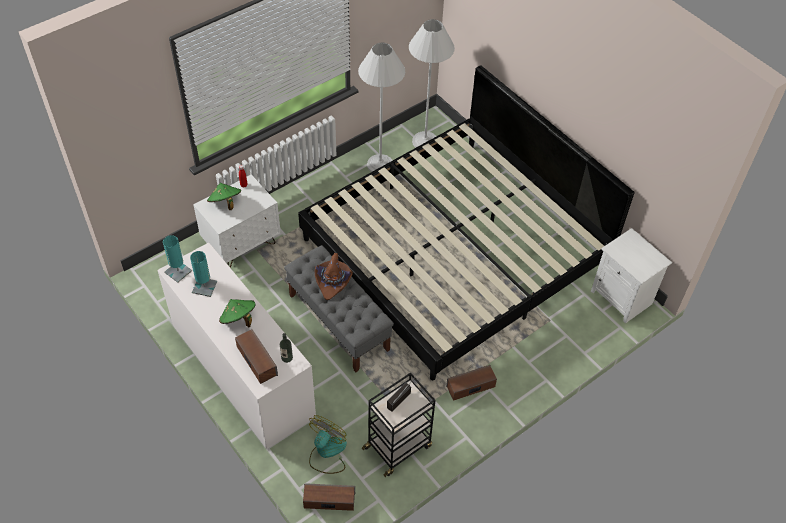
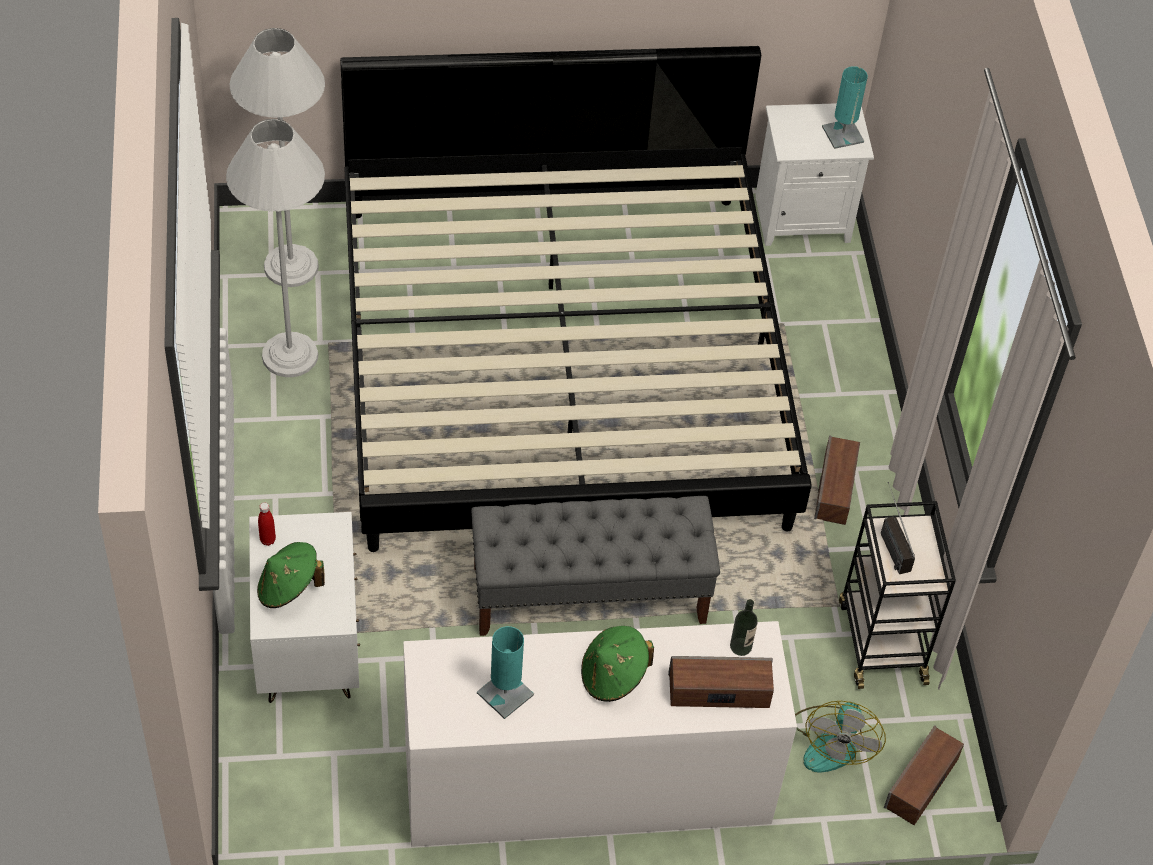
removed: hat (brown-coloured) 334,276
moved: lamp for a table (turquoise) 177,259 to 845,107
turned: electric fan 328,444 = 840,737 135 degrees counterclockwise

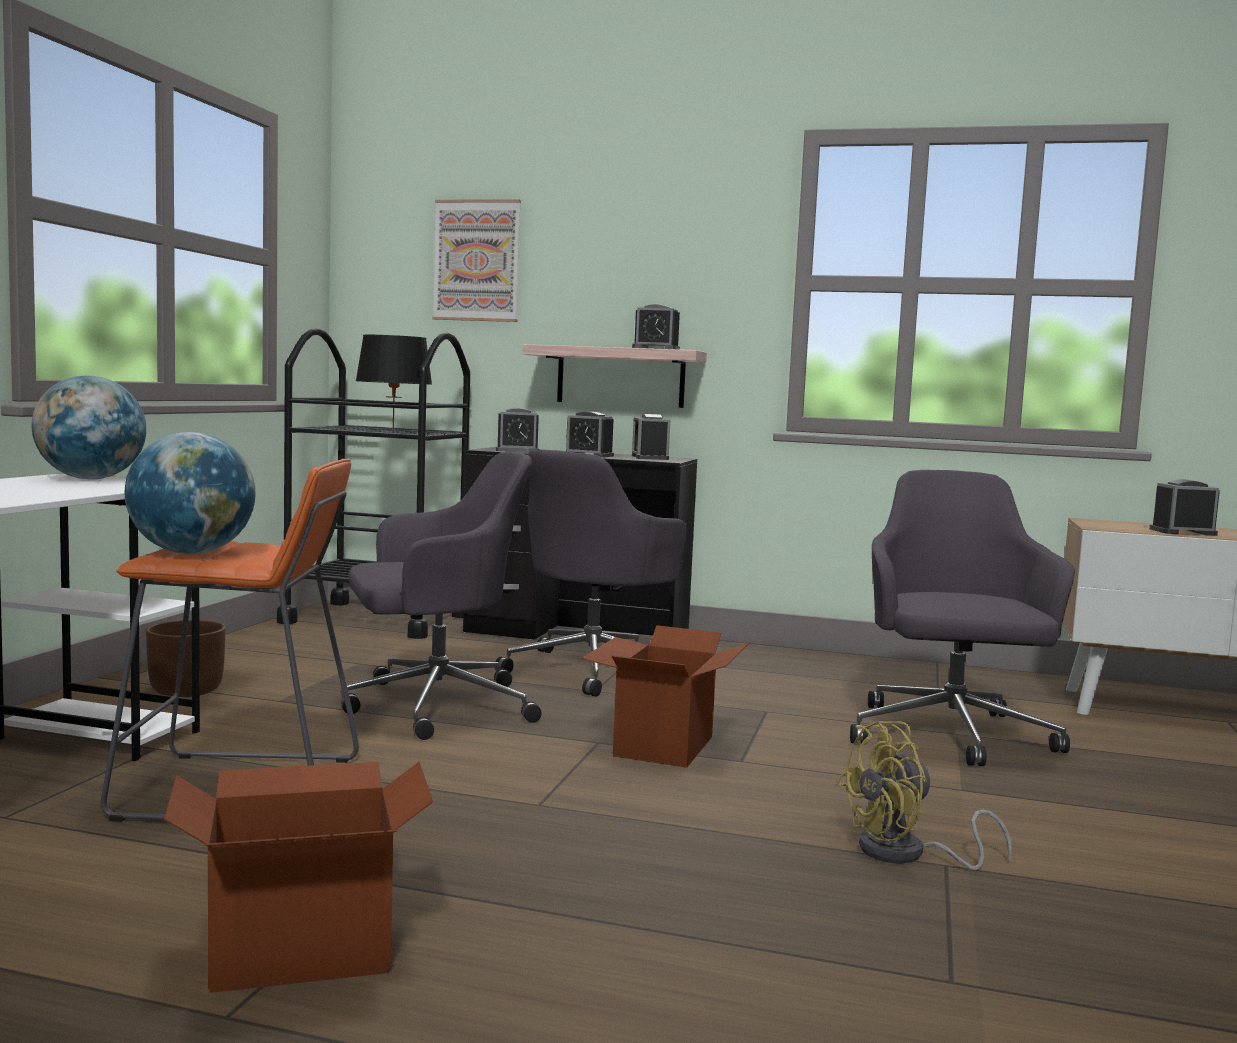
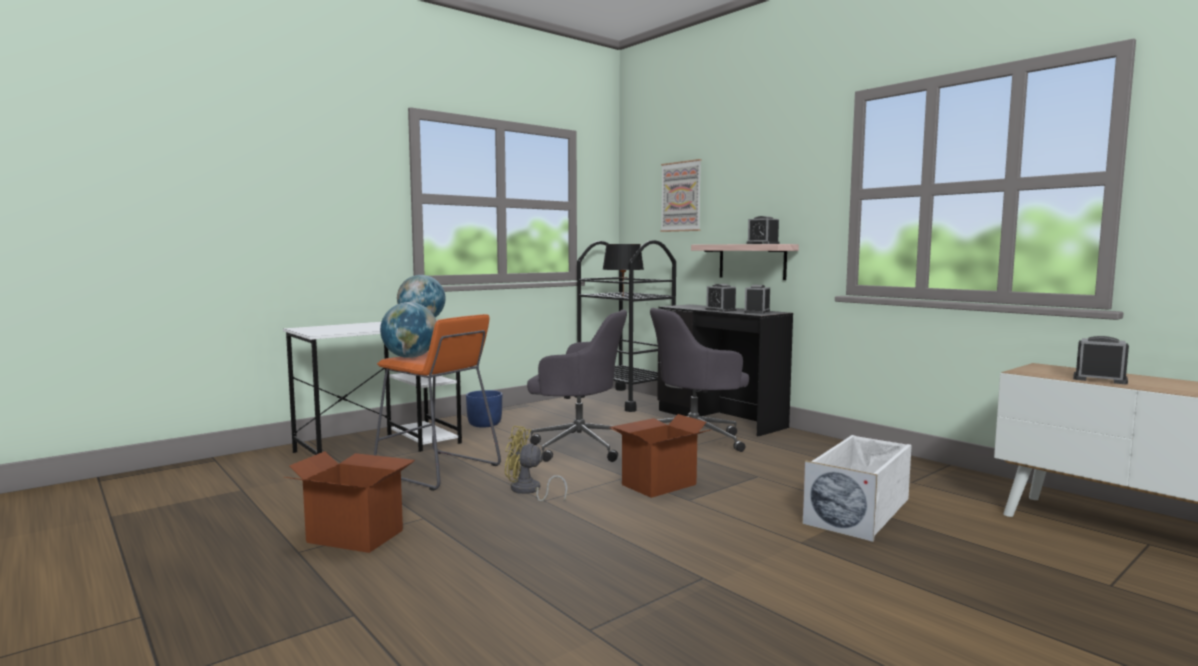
removed: table clock 517,430
moved: electric fan (yellow-coloured) 924,795 to 536,464
replaced: desk chair (gray) 962,618 to storage box (white) 857,488
recoloured: planter (brown-coloured) 186,658 to planter (blue-coloured) 484,409

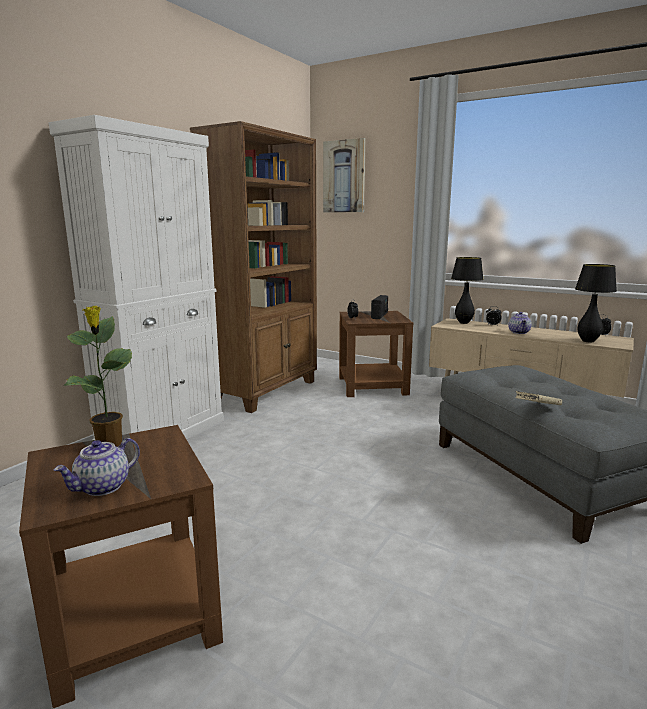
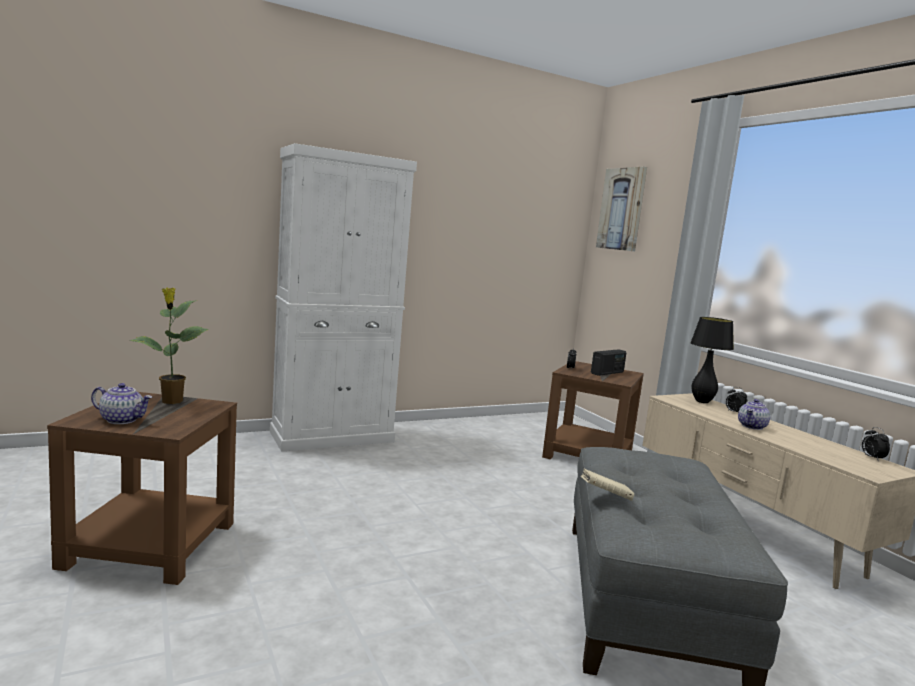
removed: shelving unit (brown-coloured) 253,267; lamp for a table (blackish) 596,303
turned: teapot 97,467 = 121,403 150 degrees counterclockwise

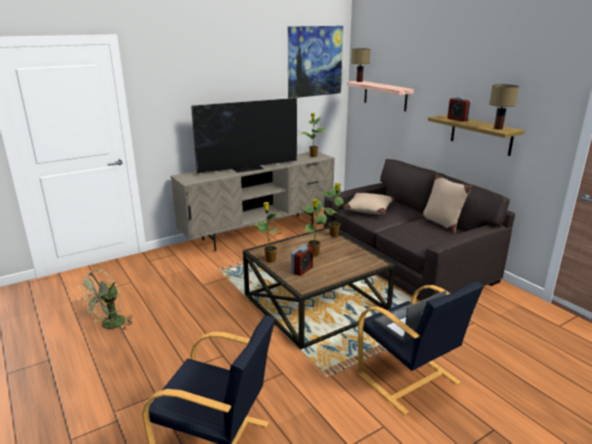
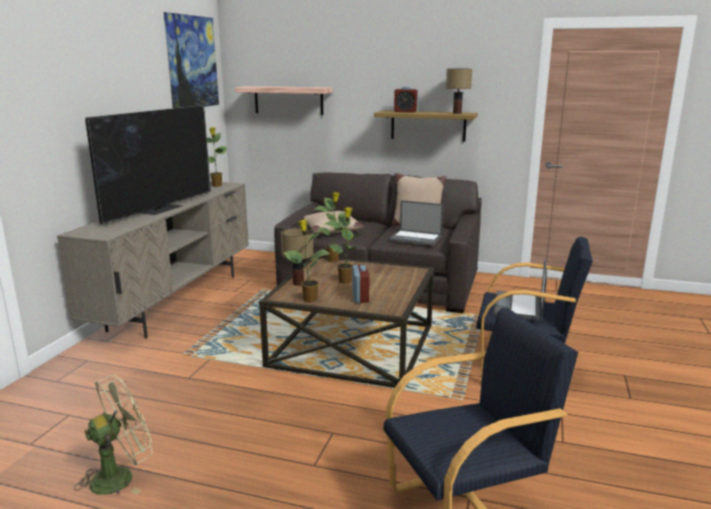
added: portable computer 416,223
moved: lamp for a table 360,65 to 297,256
turned: electric fan (green) 105,299 = 113,435 120 degrees counterclockwise

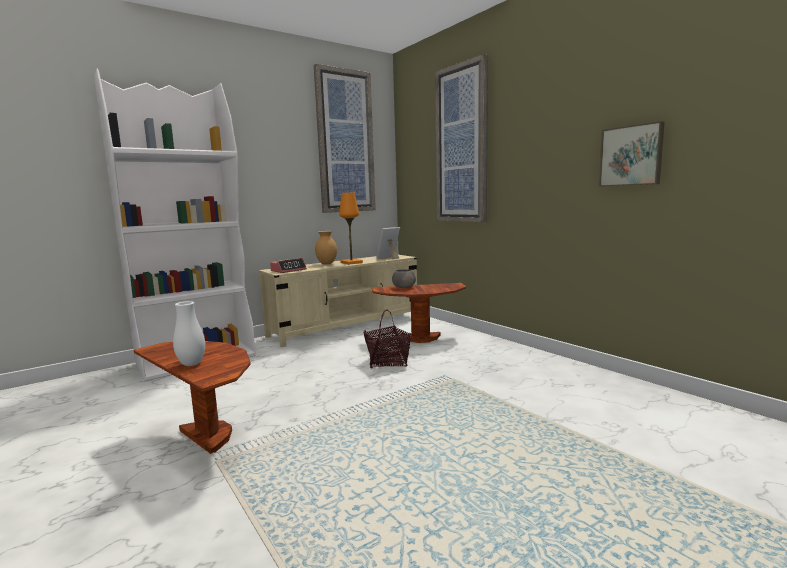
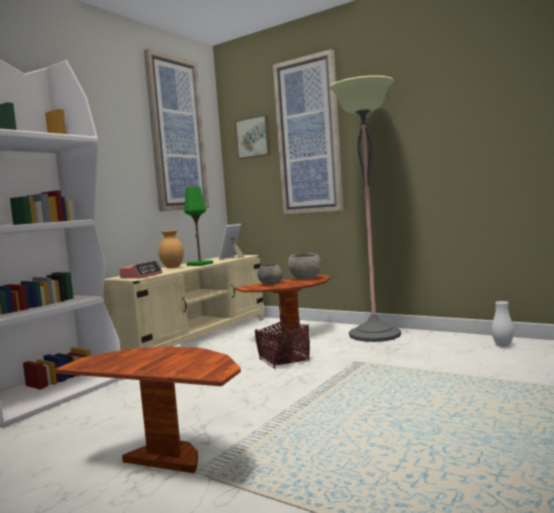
added: standard lamp 365,208; bowl (gray) 304,266
moved: wall picture 632,154 to 253,137; flower vase (white) 189,333 to 502,324
recoloured: lamp for a table (orangey) 351,229 to lamp for a table (green) 198,226

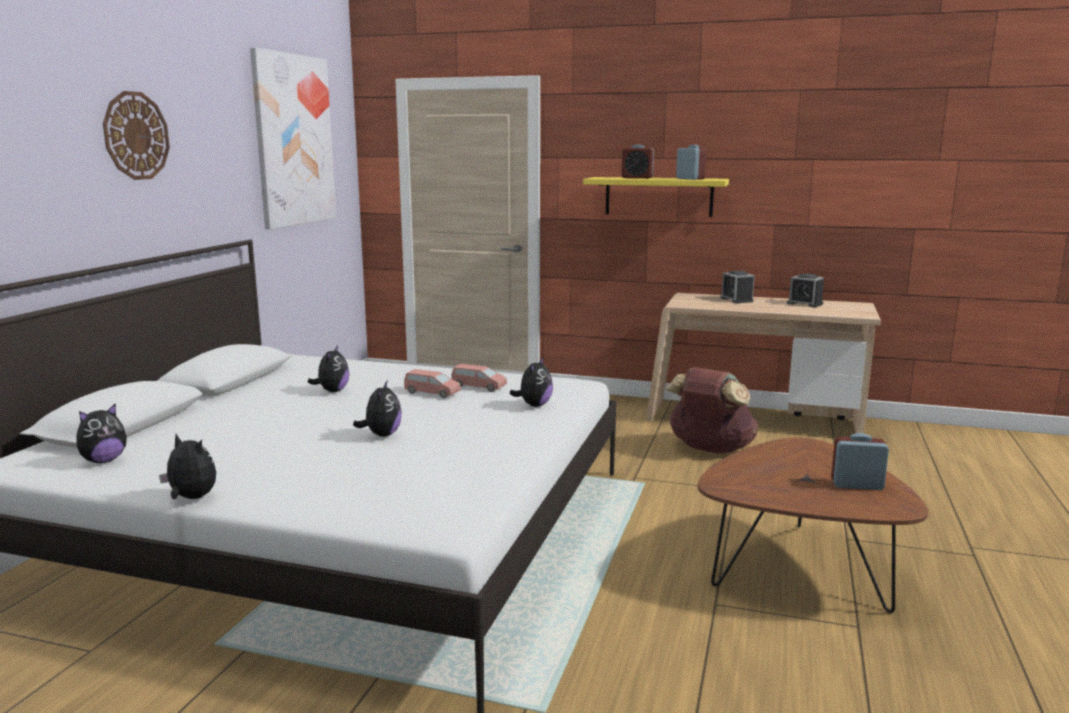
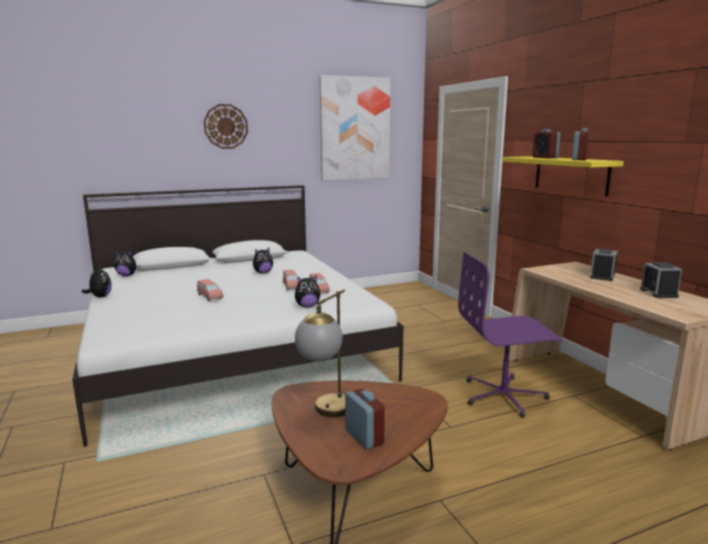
added: lamp for a table 320,353
replaced: backpack (brown-coloured) 712,410 to desk chair (purple) 510,335; plush toy 377,409 to toy car (pinkish) 210,290

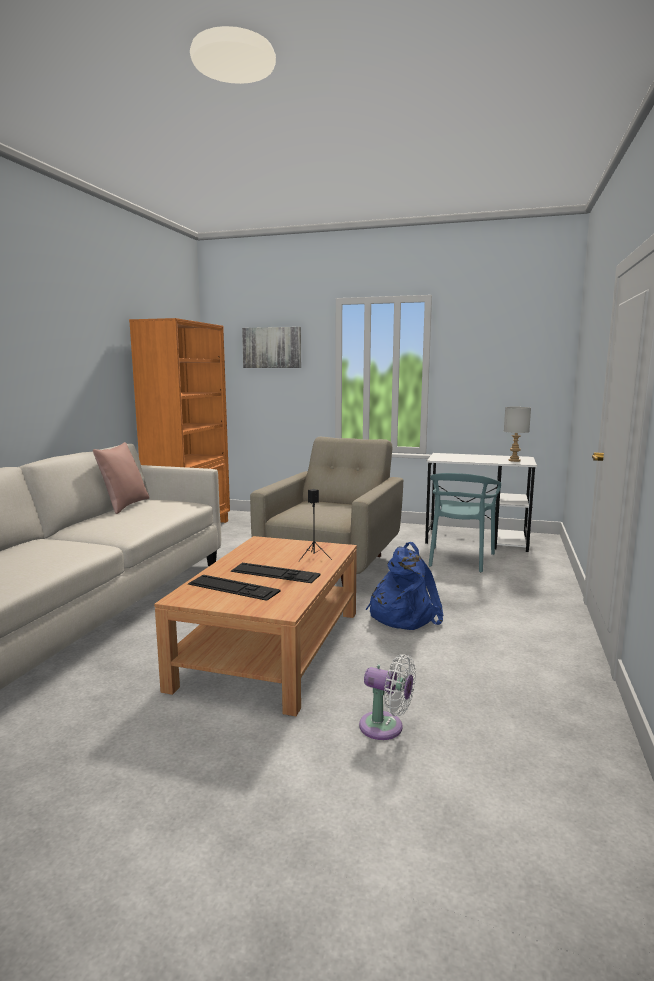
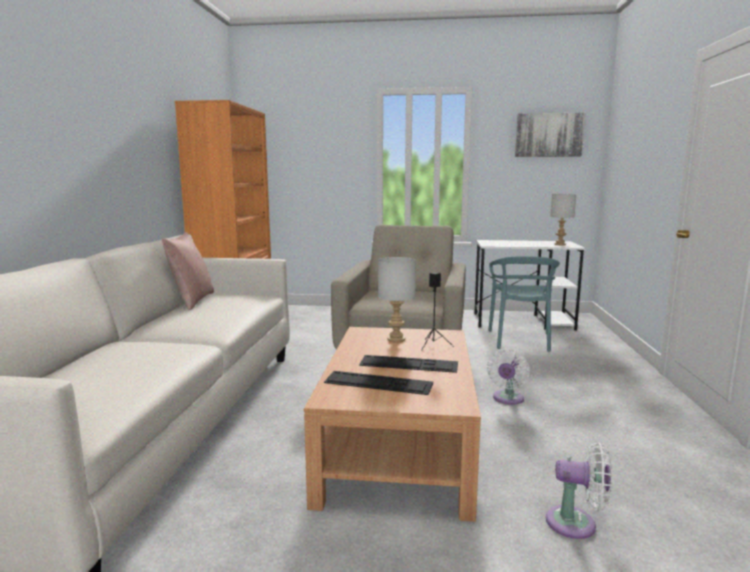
added: lamp for a table (gray) 397,299
moved: wall picture 271,347 to 550,135
replaced: backpack (blue-coloured) 404,586 to electric fan (white) 508,377

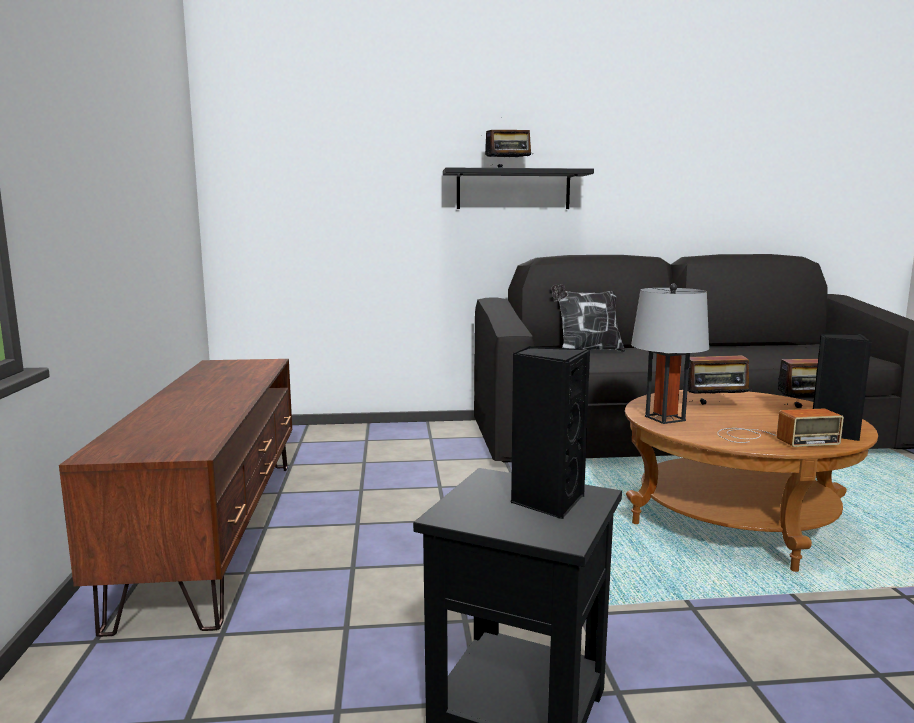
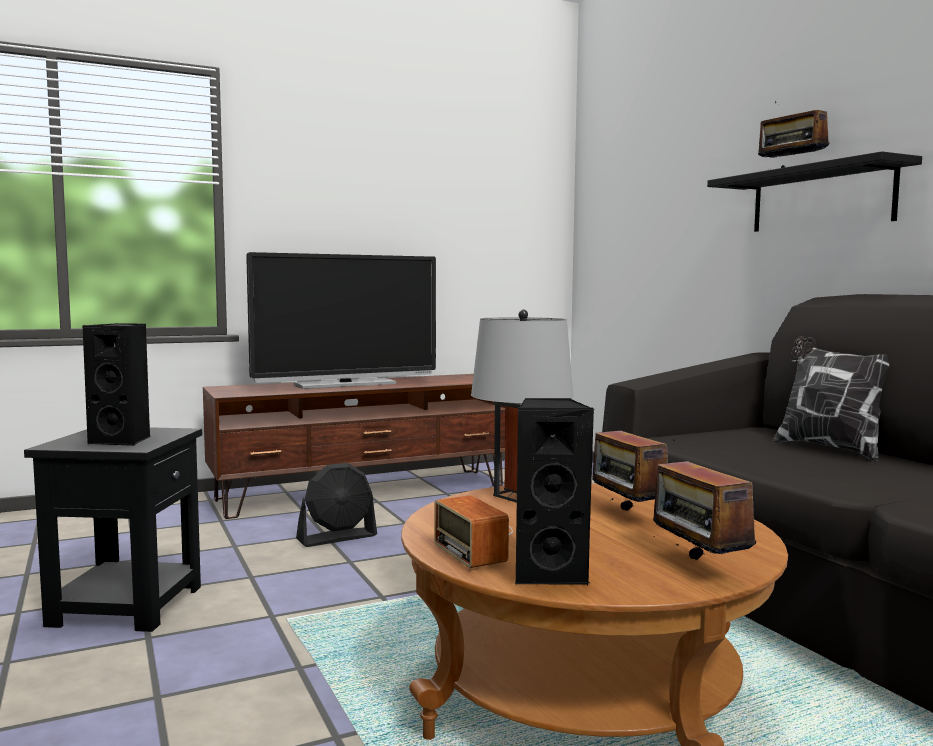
added: television 341,320; electric fan (blackish) 336,505

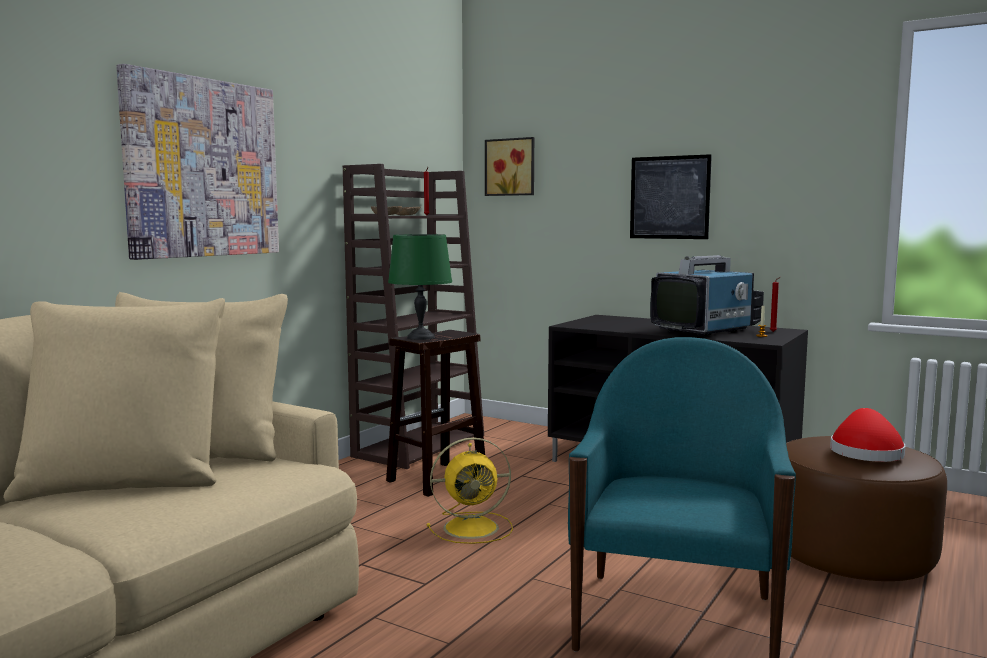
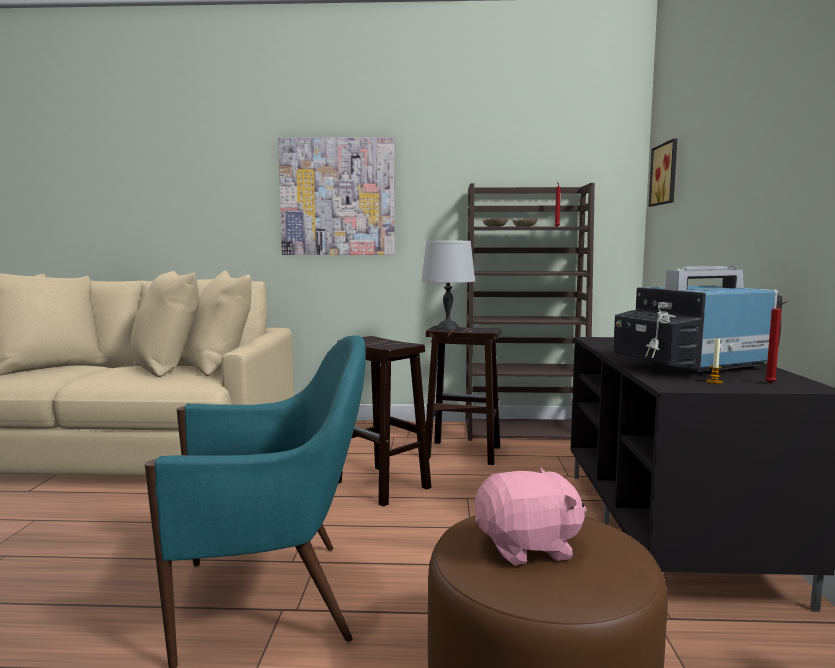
removed: wall picture 671,196
replaced: hat (red) 867,435 to plush toy (pinkish) 531,516; electric fan (yellow-coloured) 470,490 to sitting stool (brown-coloured) 384,421
recoloured: lamp for a table (green) 420,287 to lamp for a table (gray) 448,285
turned: television 707,295 = 698,319 135 degrees clockwise

